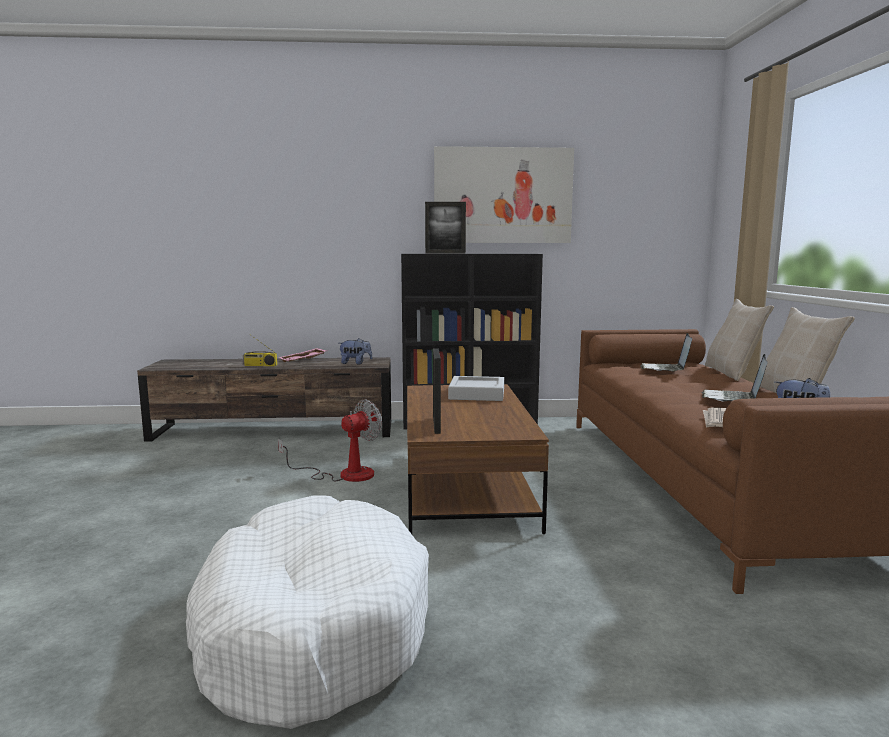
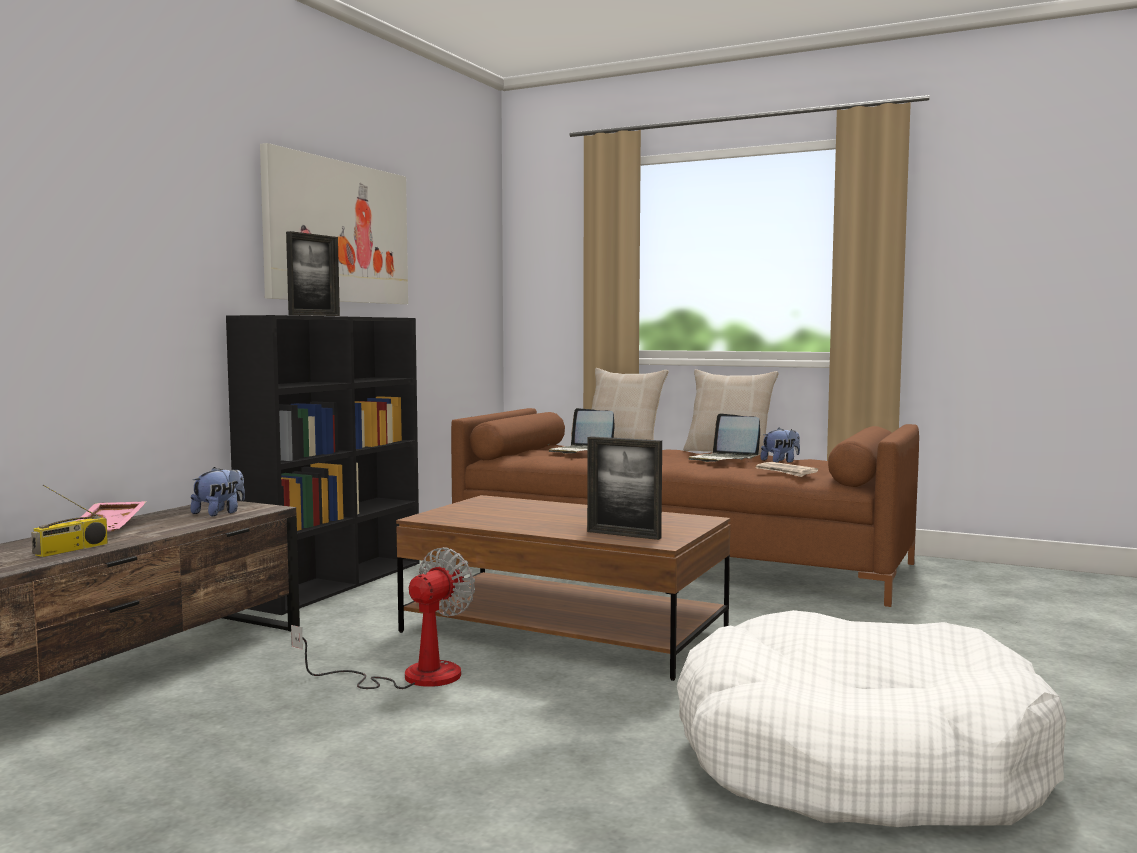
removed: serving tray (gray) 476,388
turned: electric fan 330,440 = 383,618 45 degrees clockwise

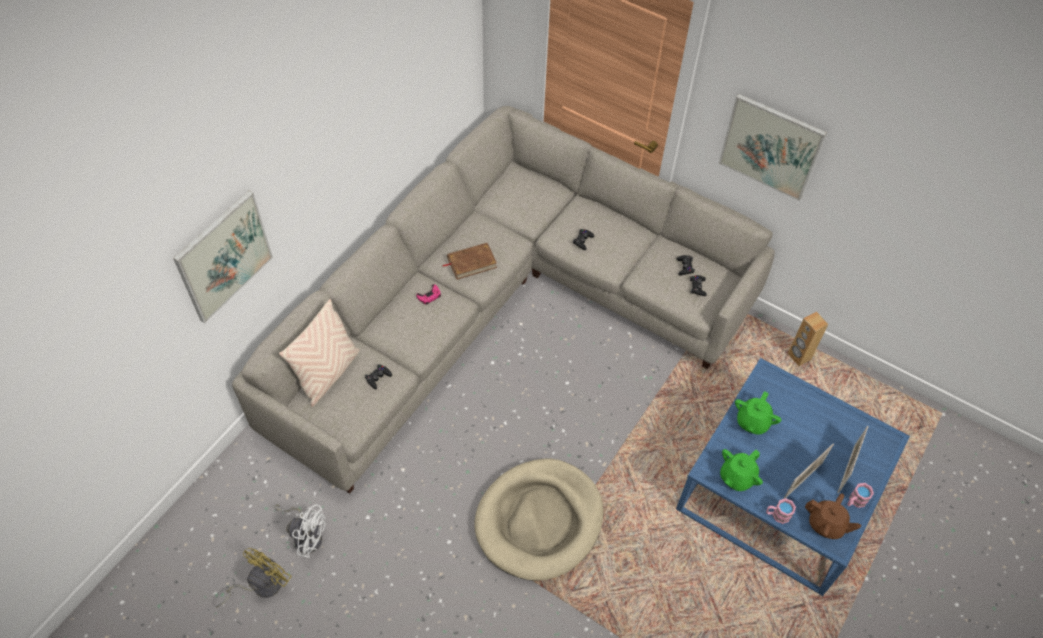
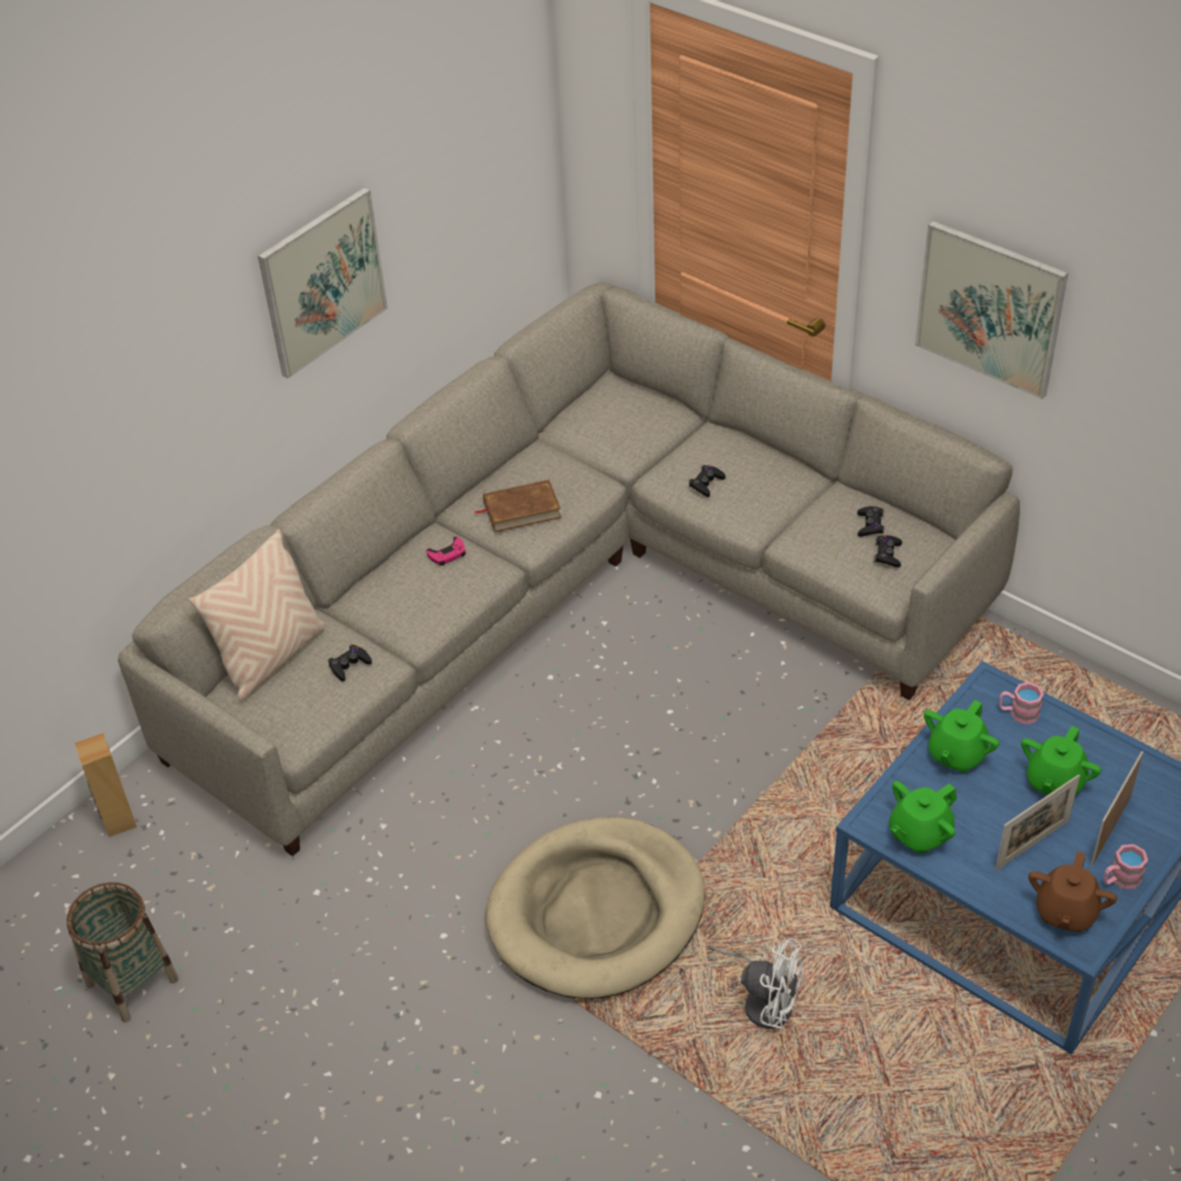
added: teapot (green) 1061,760
moved: wall picture 223,257 to 323,282; speaker (brown-coloured) 808,339 to 105,785; mug (pinkish) 781,511 to 1021,703; electric fan (white) 299,531 to 755,983
replaced: electric fan (yellow-coloured) 254,577 to household basket 122,952
turned: teapot (brown-coloured) 833,516 = 1072,891 75 degrees clockwise

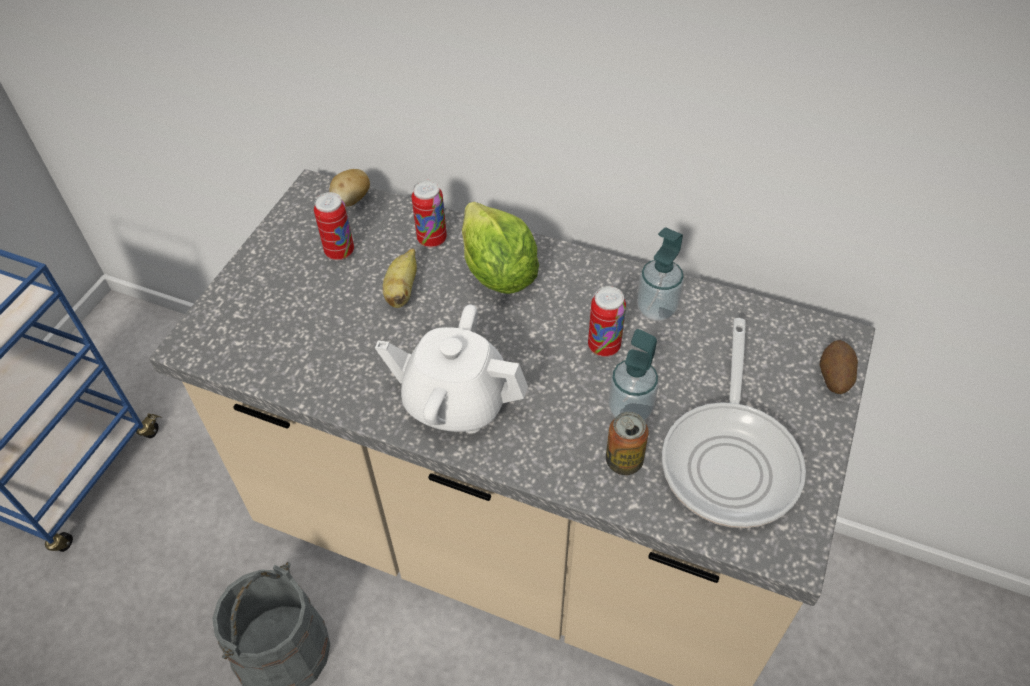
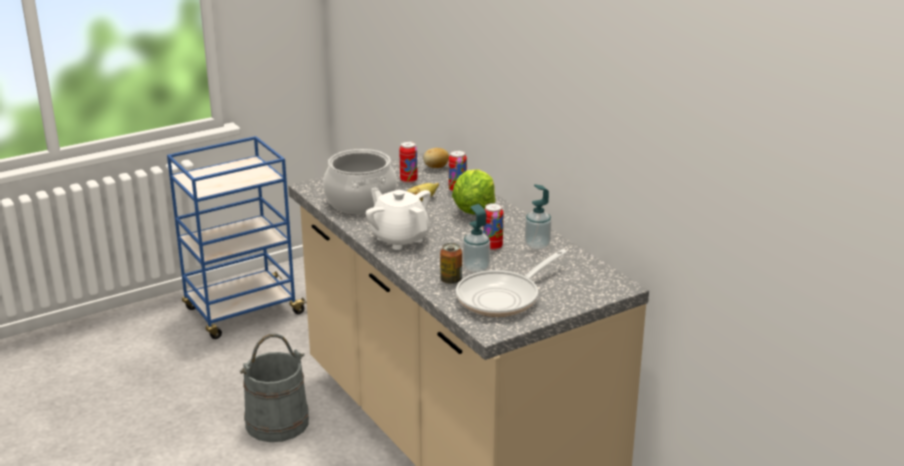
removed: potato 839,367
added: saucepot 360,181

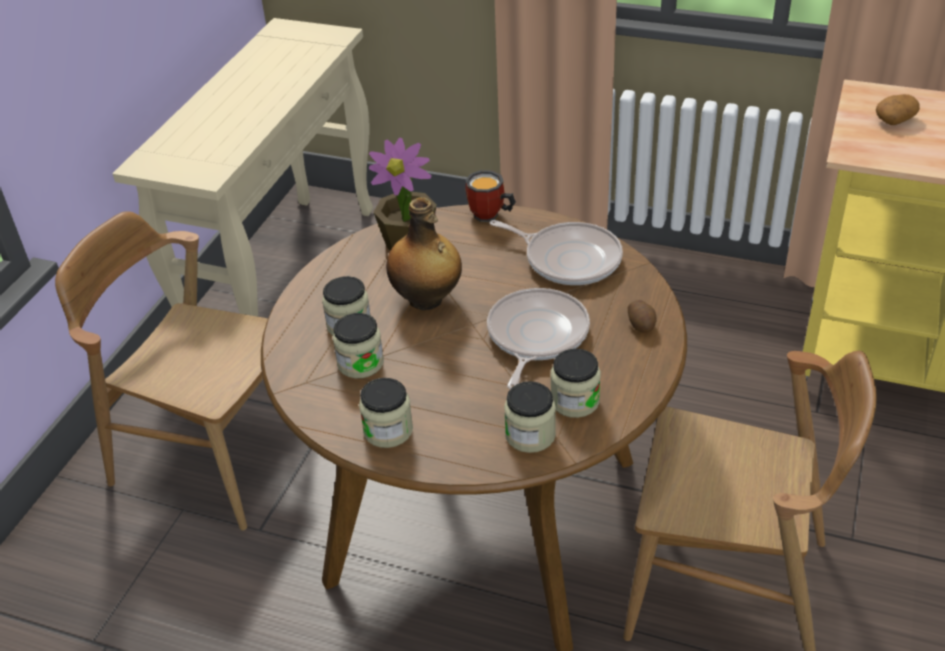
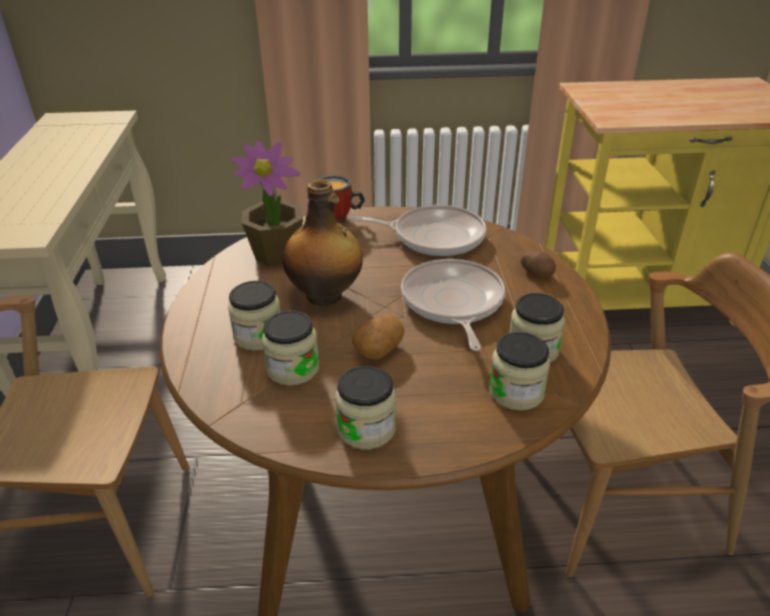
moved: potato 898,109 to 378,337

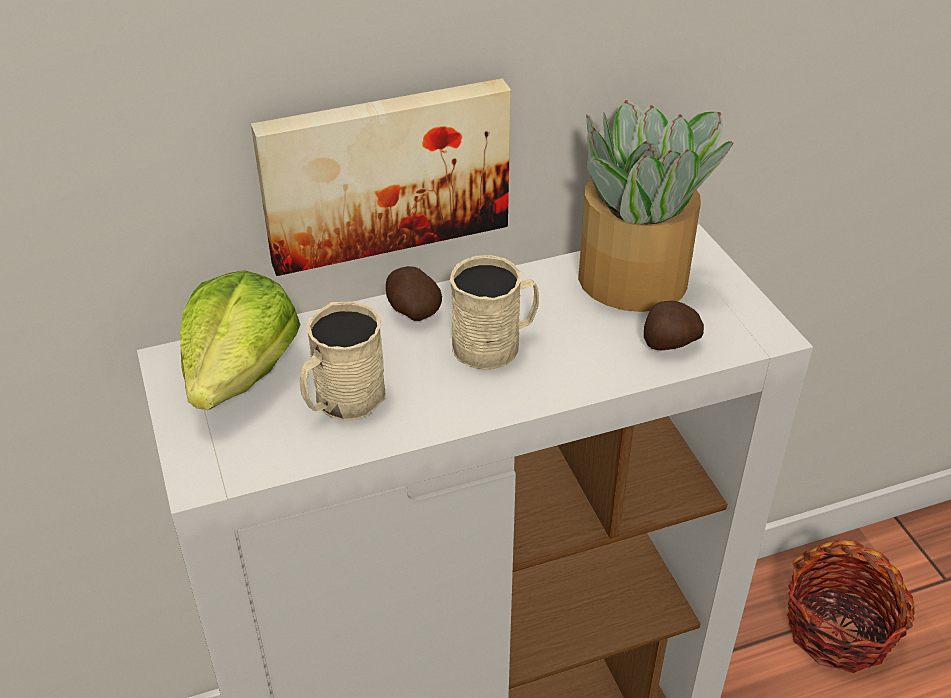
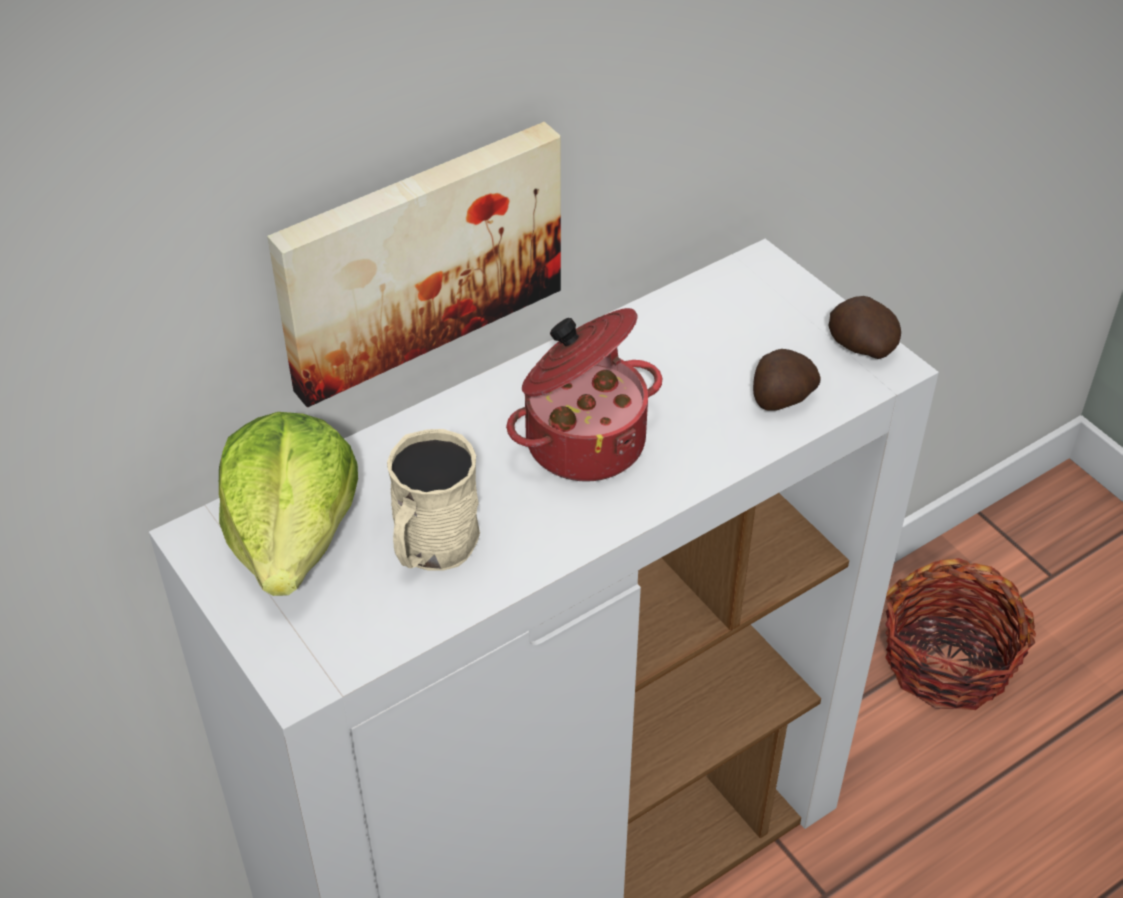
removed: houseplant 655,206
moved: potato 414,293 to 864,327
replaced: mug (beige) 494,312 to saucepot 584,394

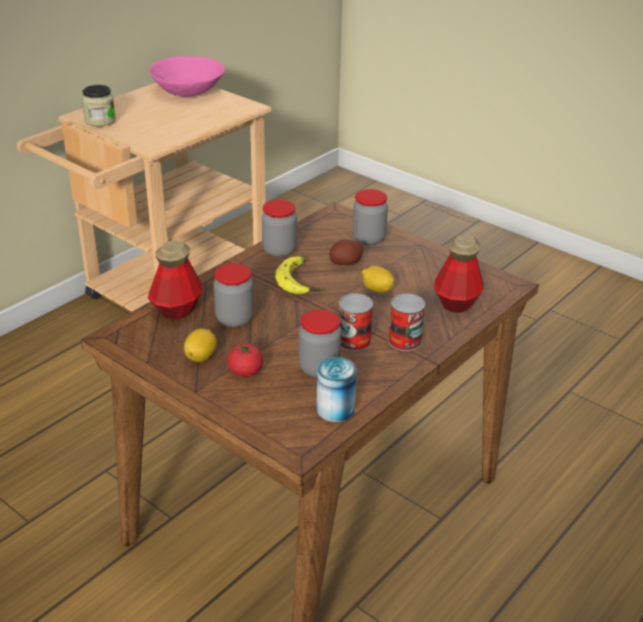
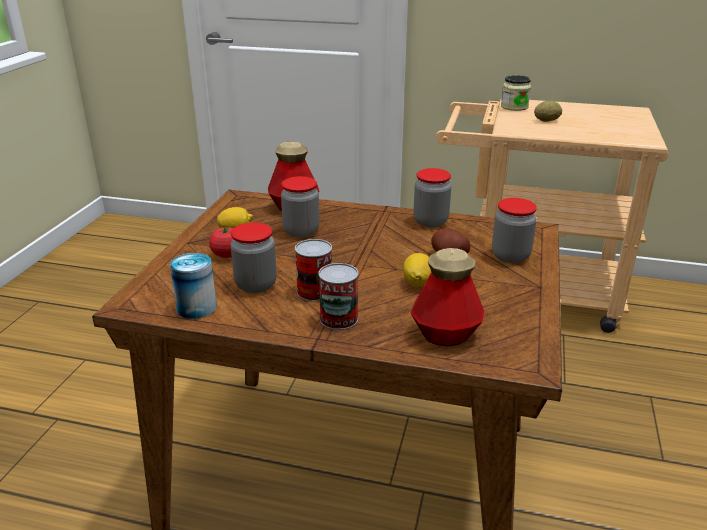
removed: bowl (pinkish) 187,76; banana 298,275
added: potato 548,111

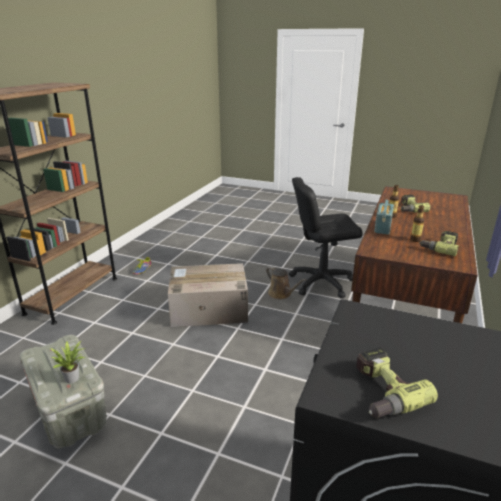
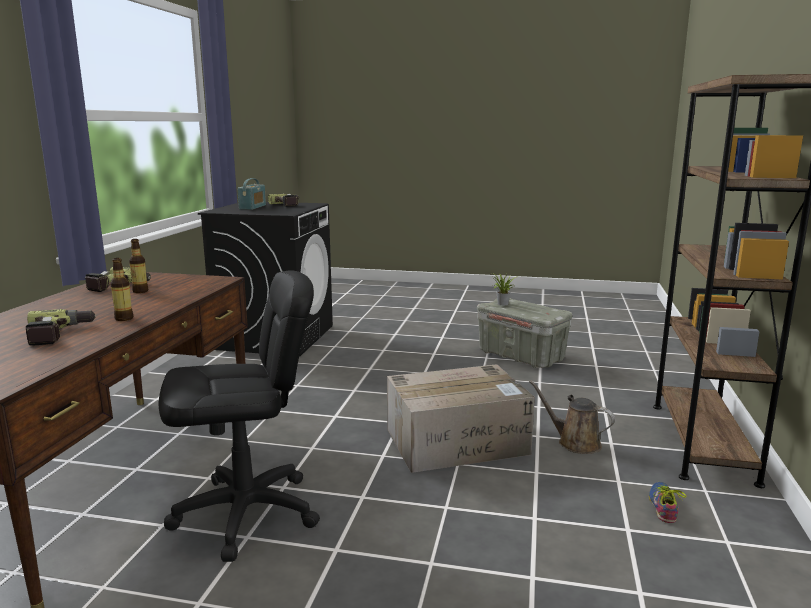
moved: radio set 384,217 to 251,194; sprinkling can (brown-coloured) 286,282 to 572,417

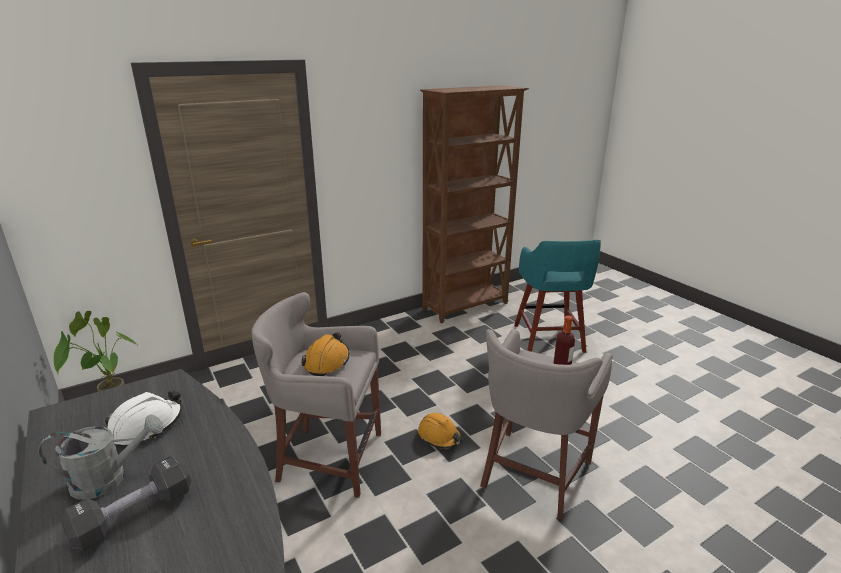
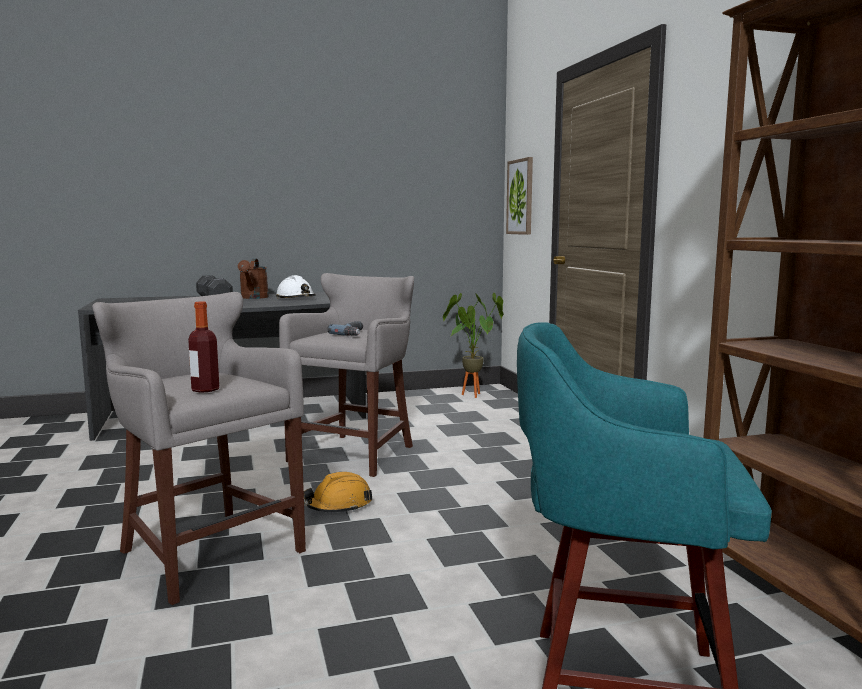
added: wall picture 519,196
replaced: work helmet (orangey) 325,354 to electric drill 345,328
recoloured: sprinkling can (gray) 100,457 to sprinkling can (brown-coloured) 253,279

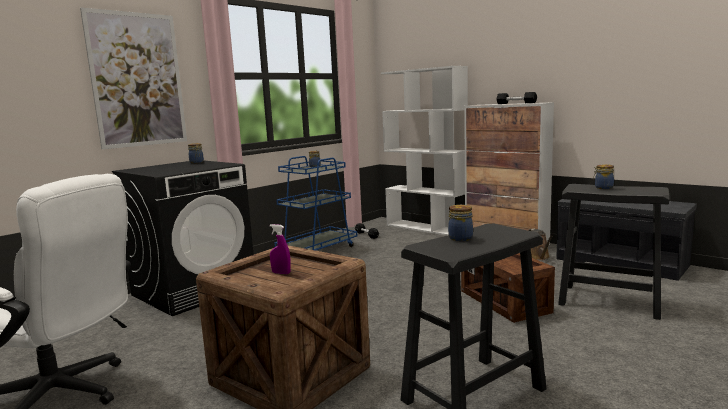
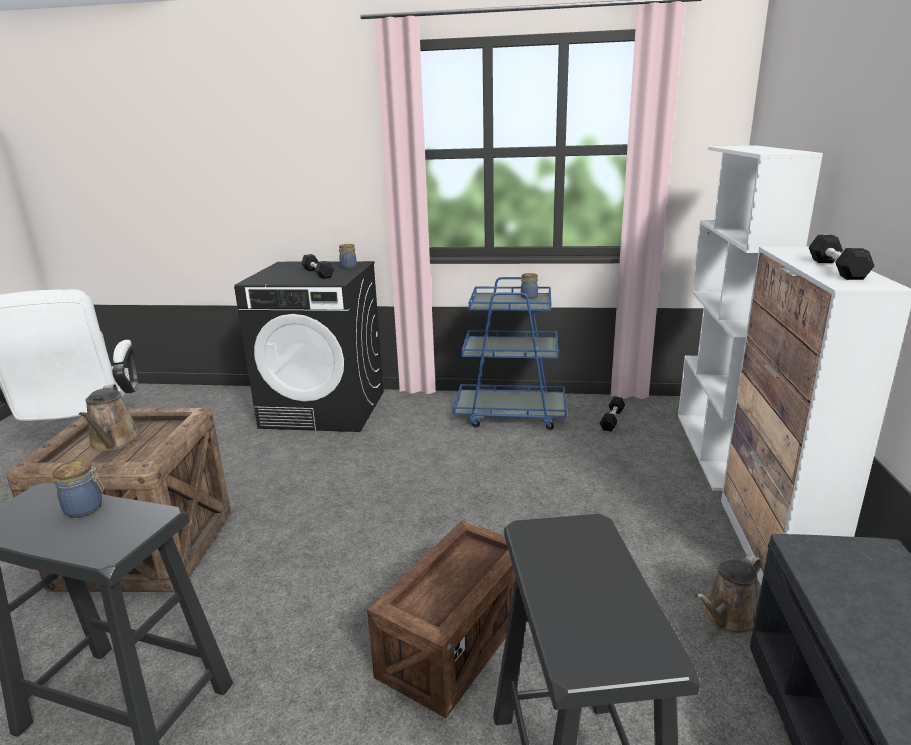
removed: wall picture 133,78; preserve jar 603,176
added: free weight (blackish) 317,266
replaced: sprayer (purple) 280,249 to sprinkling can (brown-coloured) 110,418

